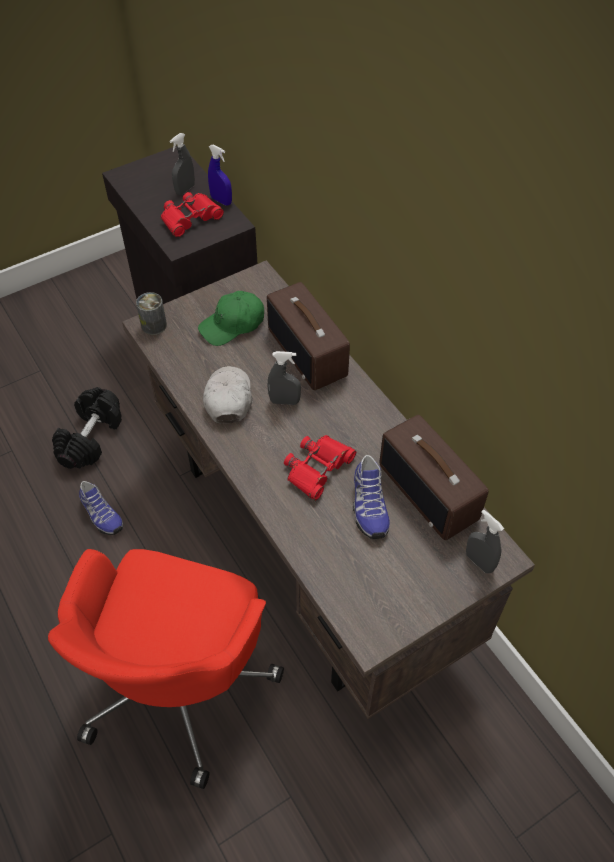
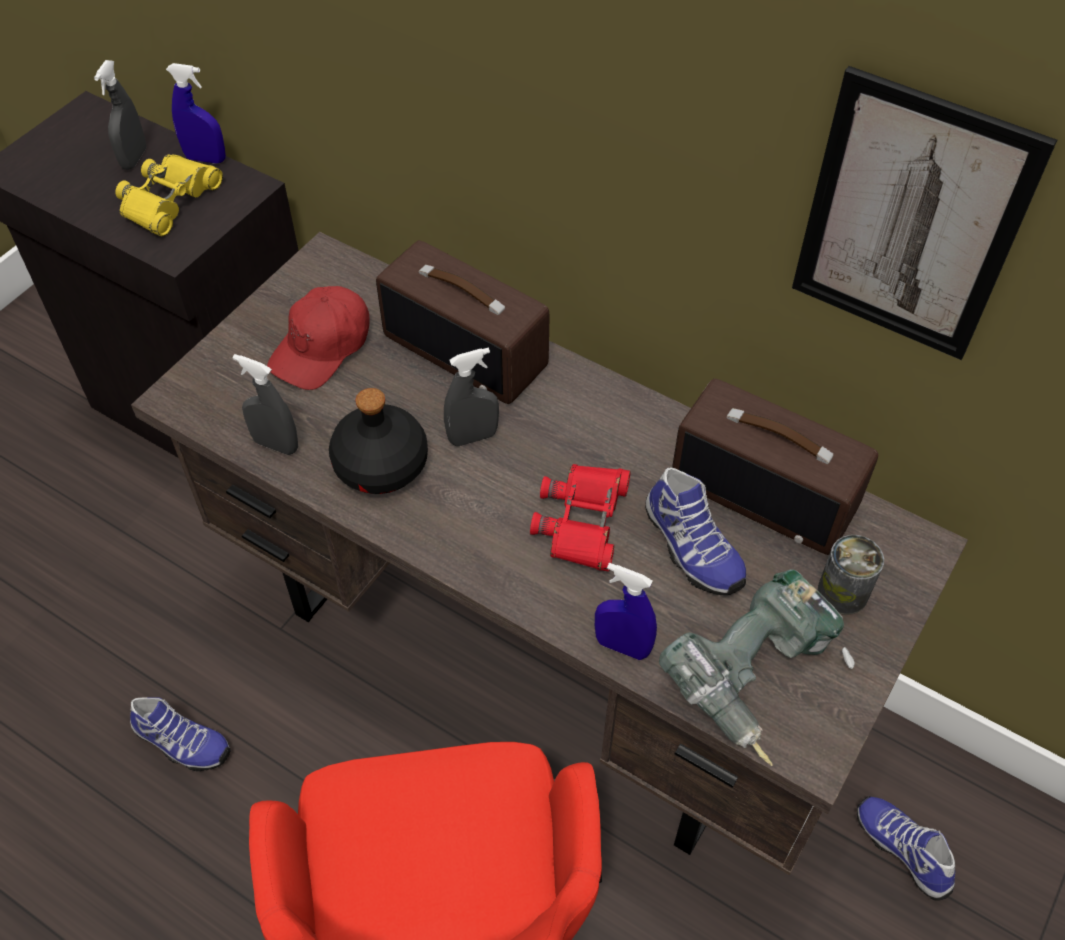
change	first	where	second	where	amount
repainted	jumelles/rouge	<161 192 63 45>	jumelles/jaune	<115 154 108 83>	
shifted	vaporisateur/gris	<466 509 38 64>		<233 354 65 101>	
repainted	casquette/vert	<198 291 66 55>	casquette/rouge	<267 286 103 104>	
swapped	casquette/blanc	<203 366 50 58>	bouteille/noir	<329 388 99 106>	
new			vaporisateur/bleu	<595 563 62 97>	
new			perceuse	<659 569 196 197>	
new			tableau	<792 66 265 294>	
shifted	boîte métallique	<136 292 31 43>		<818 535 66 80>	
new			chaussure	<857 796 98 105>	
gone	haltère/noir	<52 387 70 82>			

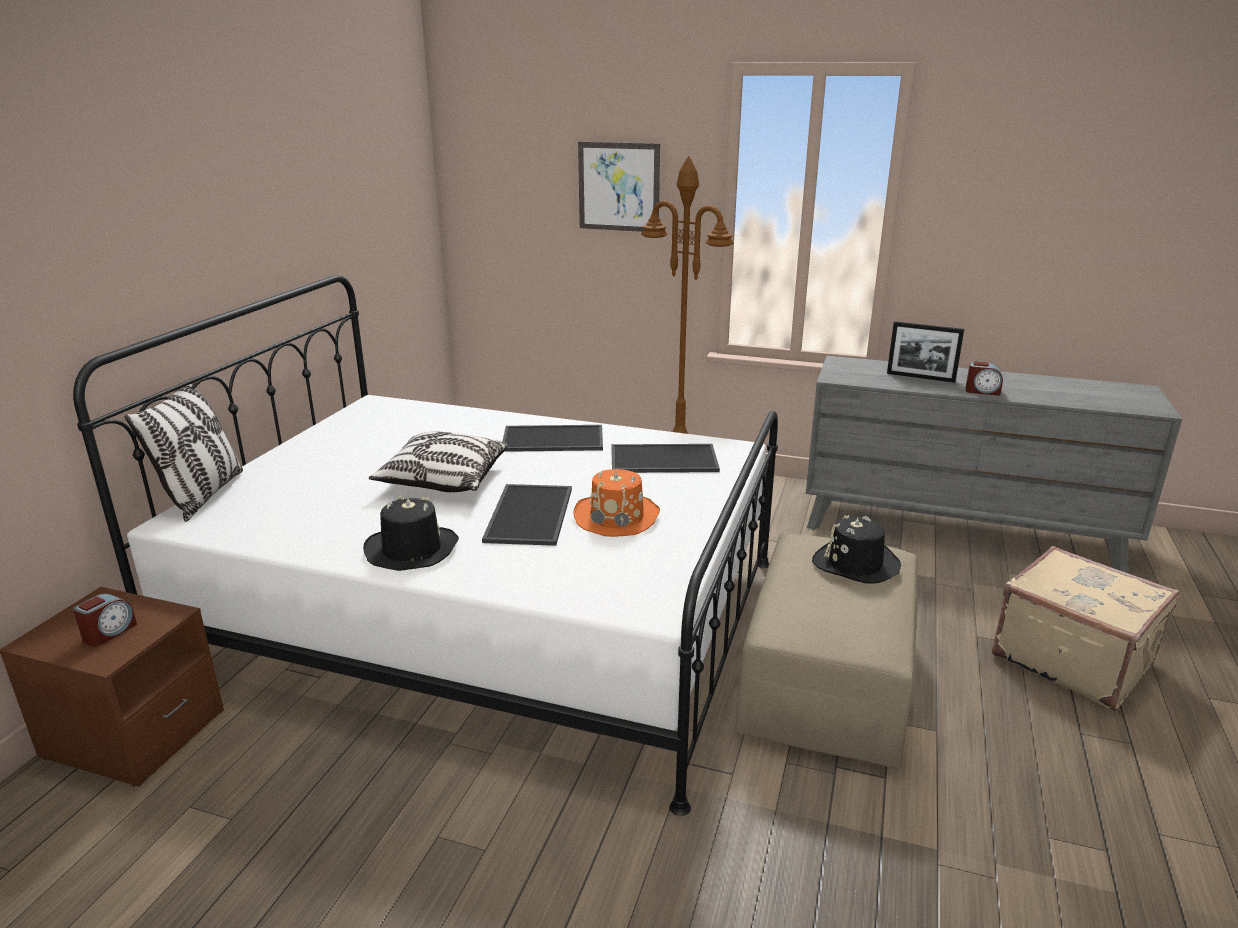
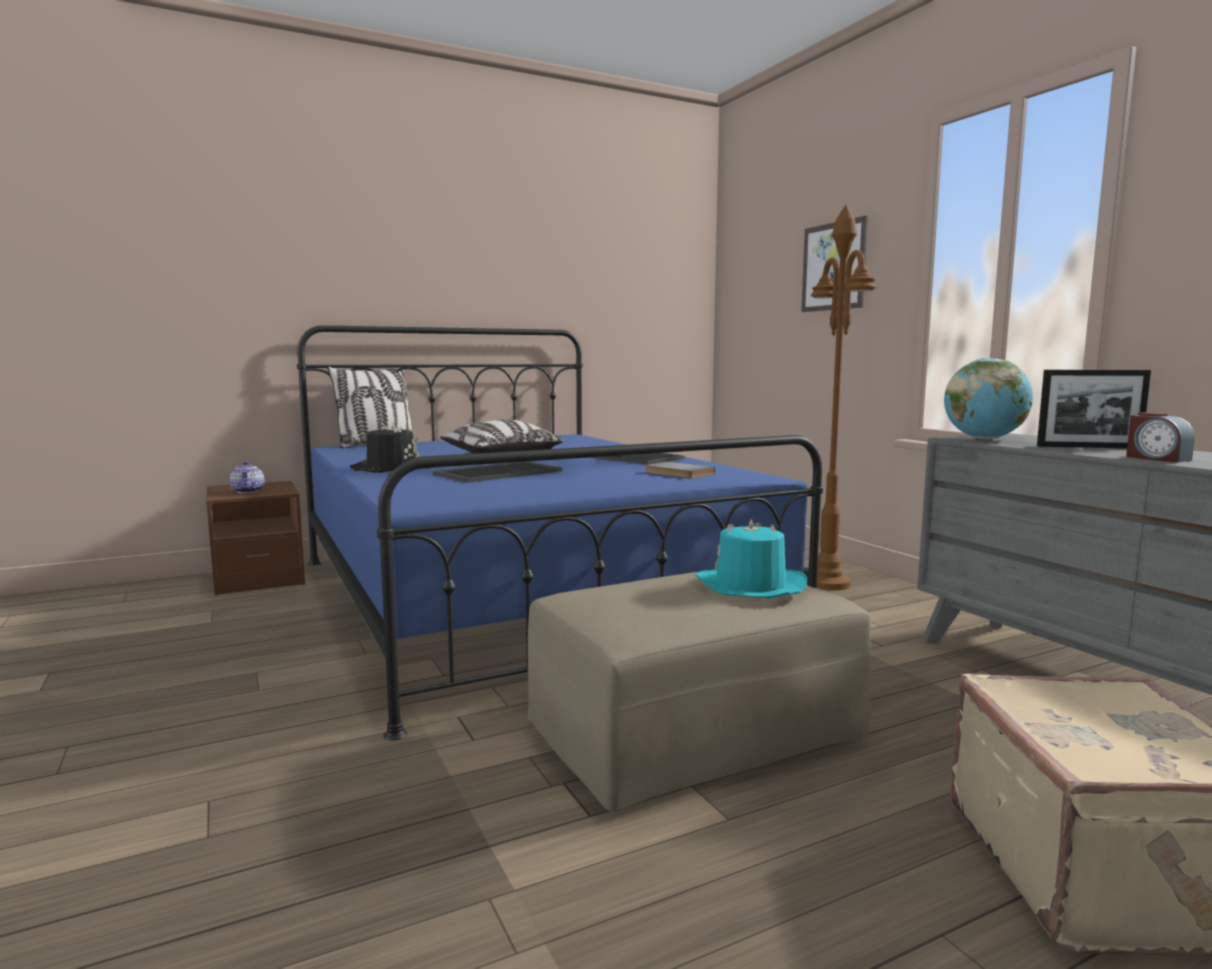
change	first	where	second	where	amount
swapped	réveil	<73 594 64 53>	théière	<230 461 34 32>	
repainted	lit/blanc	<73 275 705 541>	lit/bleu	<297 325 526 416>	
swapped	plateau	<611 444 109 29>	livre/gris	<645 462 70 17>	
repainted	chapeau/noir	<812 515 89 69>	chapeau/turquoise	<695 519 113 79>	
new			globe	<944 358 89 81>	
rotated	cadre photo	<887 321 77 62>		<1037 370 114 78>	60 degrees counterclockwise
gone	chapeau/orange	<573 469 87 68>			

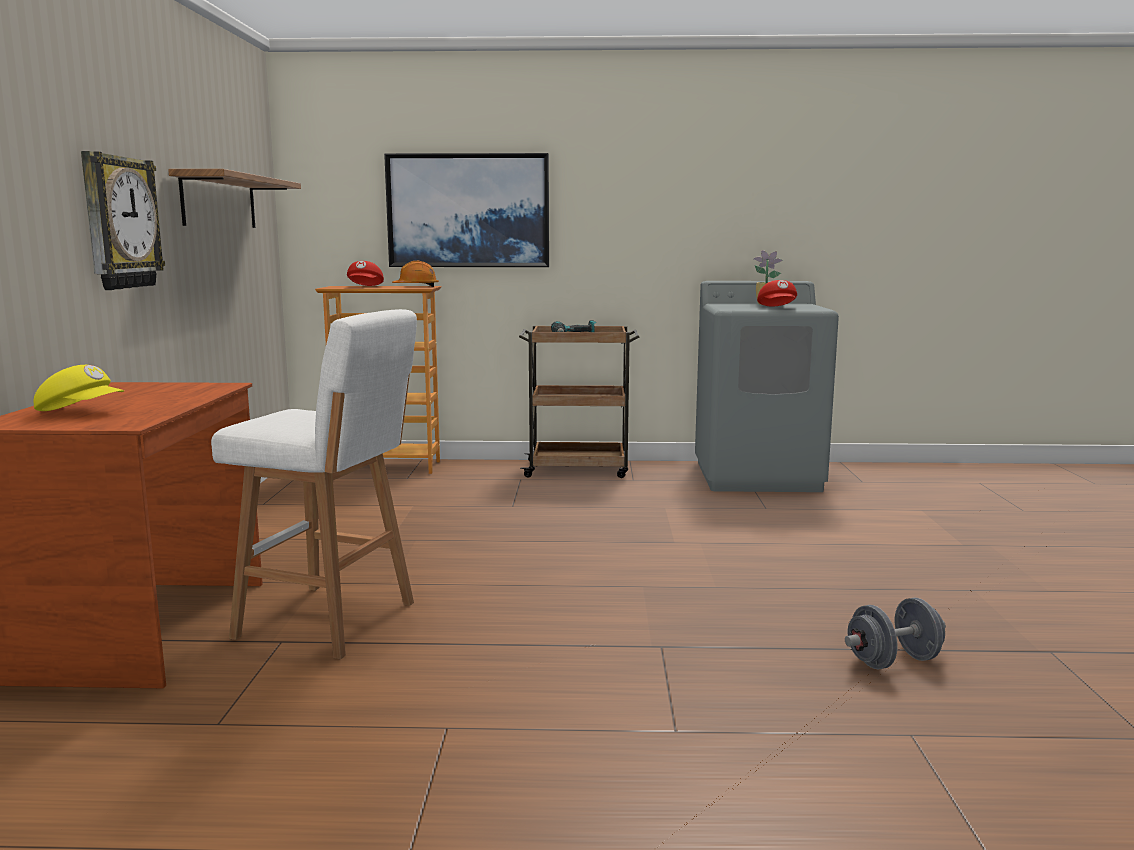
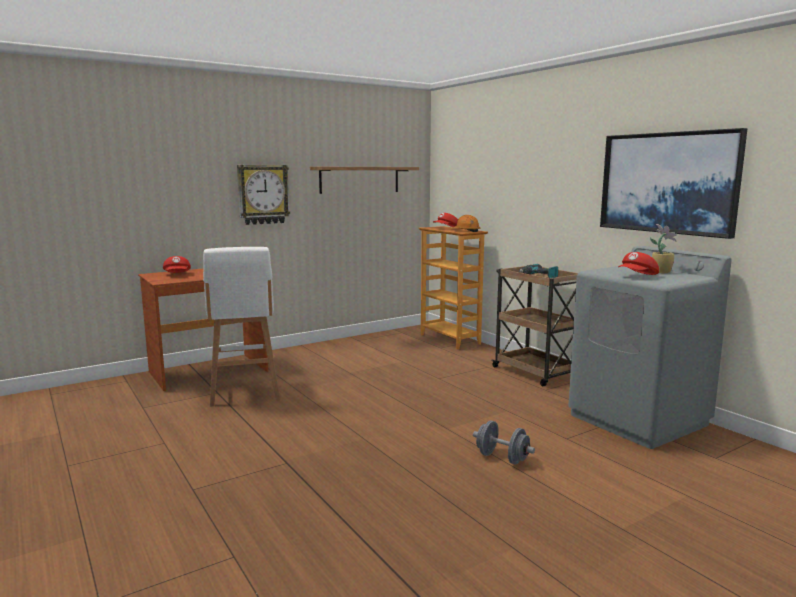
change	first	where	second	where	amount
repainted	casquette/jaune	<34 365 90 46>	casquette/rouge	<163 256 28 17>	
shifted	haltère/gris	<845 597 101 72>		<473 420 62 45>	
shifted	tableau	<384 153 165 114>		<600 128 147 111>	

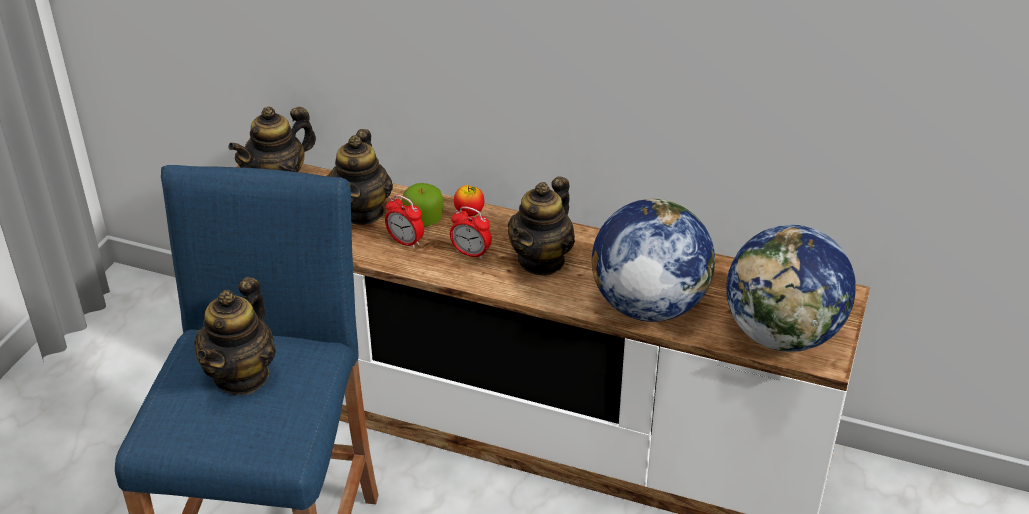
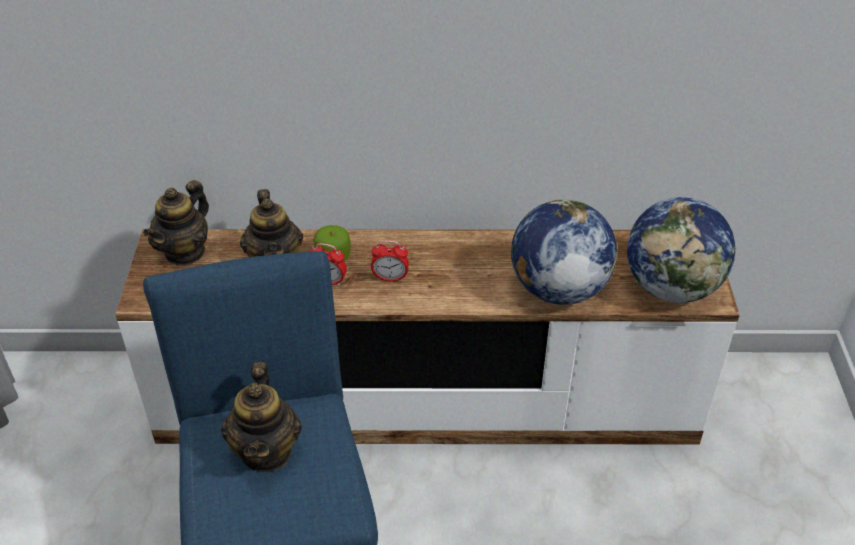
change	first	where	second	where	amount
gone	pomme	<454 185 30 31>			
gone	théière	<508 176 67 100>			

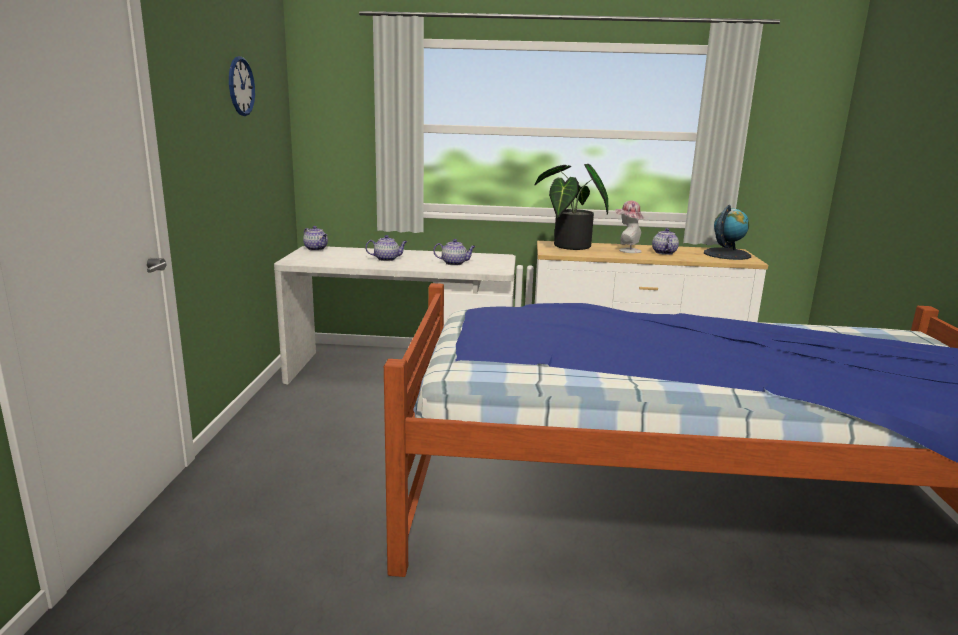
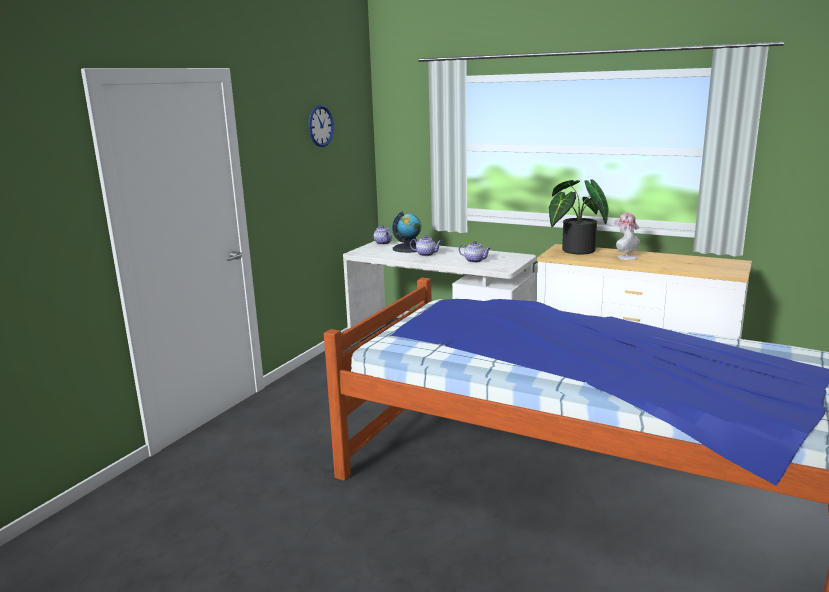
change	first	where	second	where	amount
shifted	globe	<704 205 47 55>		<392 211 29 42>	
gone	théière	<652 228 27 27>			

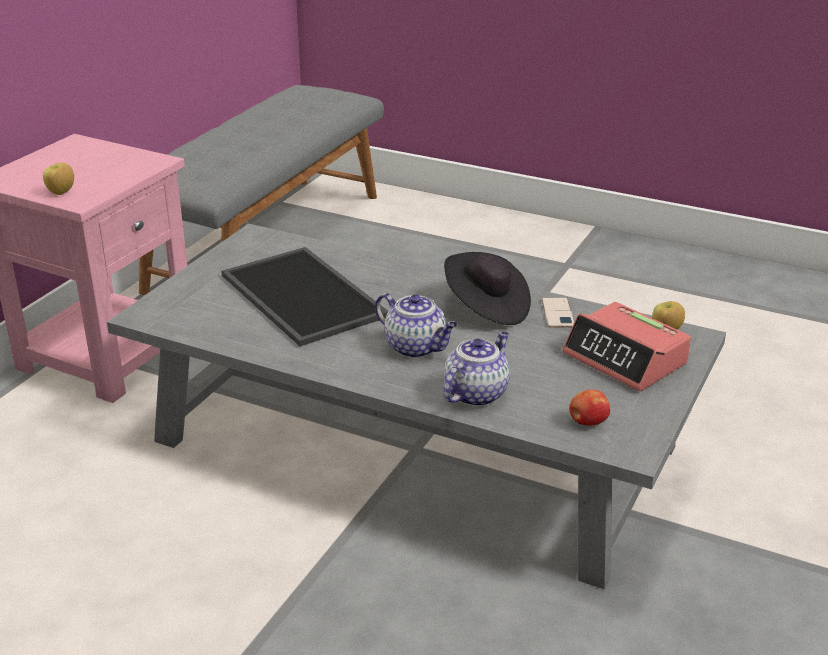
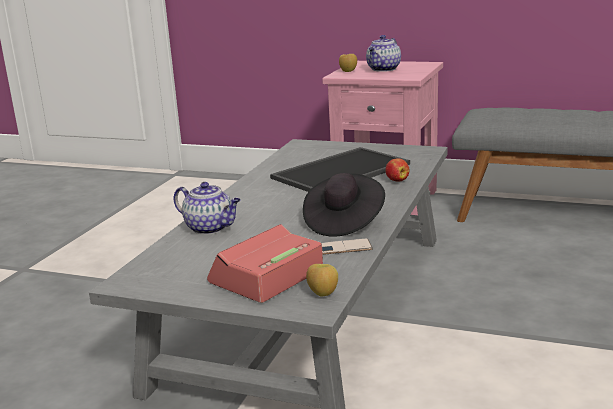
change	first	where	second	where	amount
shifted	théière	<375 293 83 65>		<366 35 35 37>	
shifted	pomme	<569 390 41 36>		<385 158 24 24>	

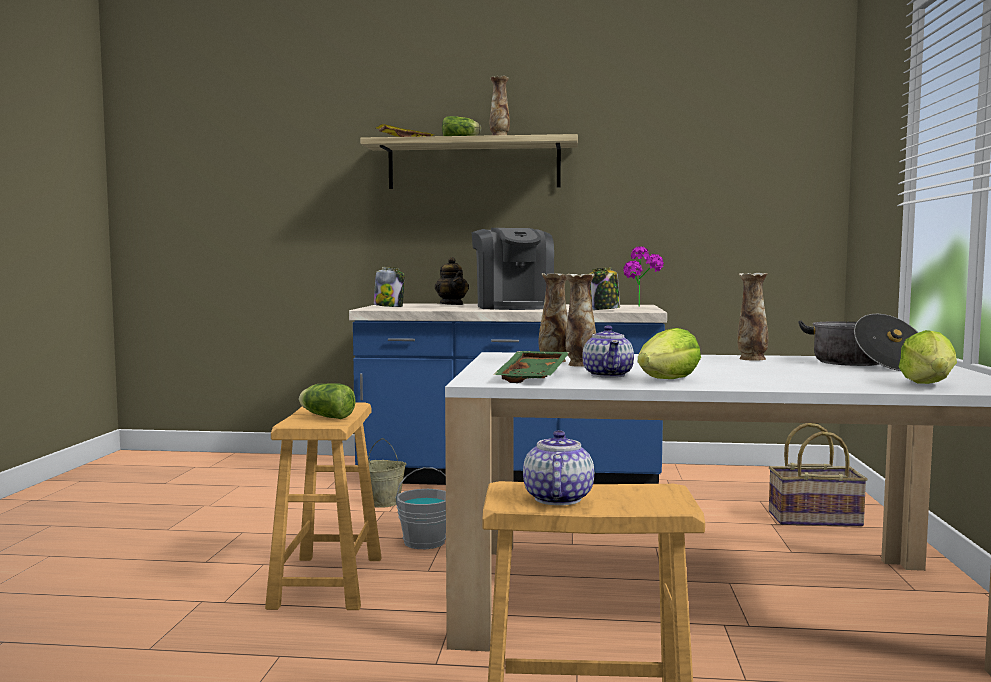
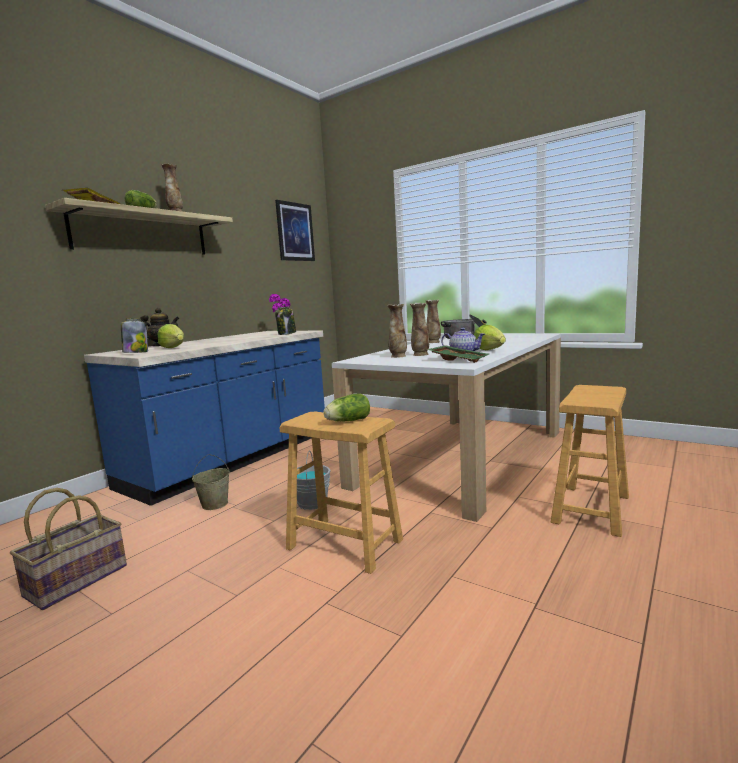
change	first	where	second	where	amount
shifted	panier	<769 423 99 103>		<10 488 117 122>	
shifted	laitue	<898 330 59 54>		<157 324 27 24>	
new			tableau	<275 200 40 61>	
gone	machine à café	<471 228 83 82>			
gone	théière	<523 430 71 75>			

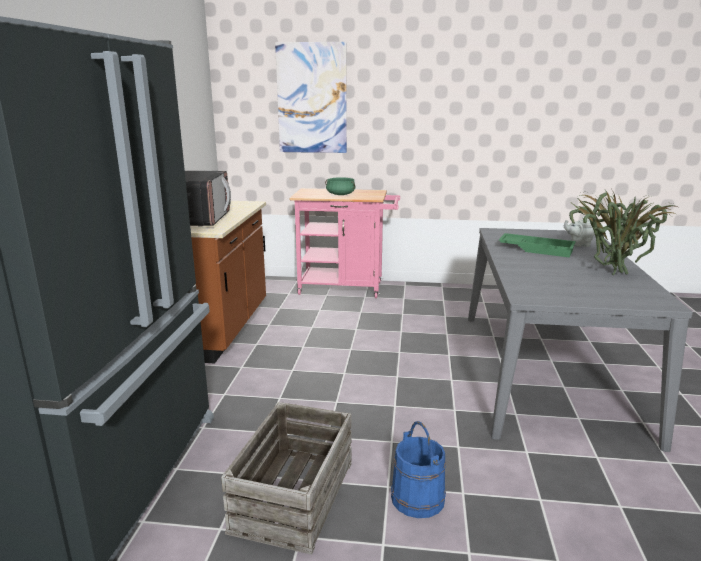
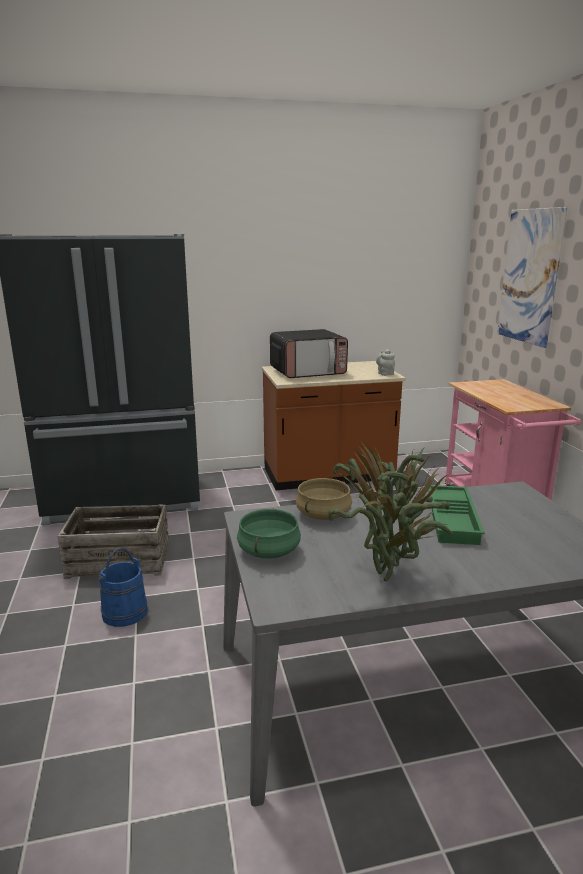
change	first	where	second	where	amount
shifted	marmite/vert	<325 177 31 18>		<237 508 64 50>	
new			marmite/beige	<295 478 57 42>	
shifted	théière/gris	<564 217 31 30>		<376 349 19 27>	

